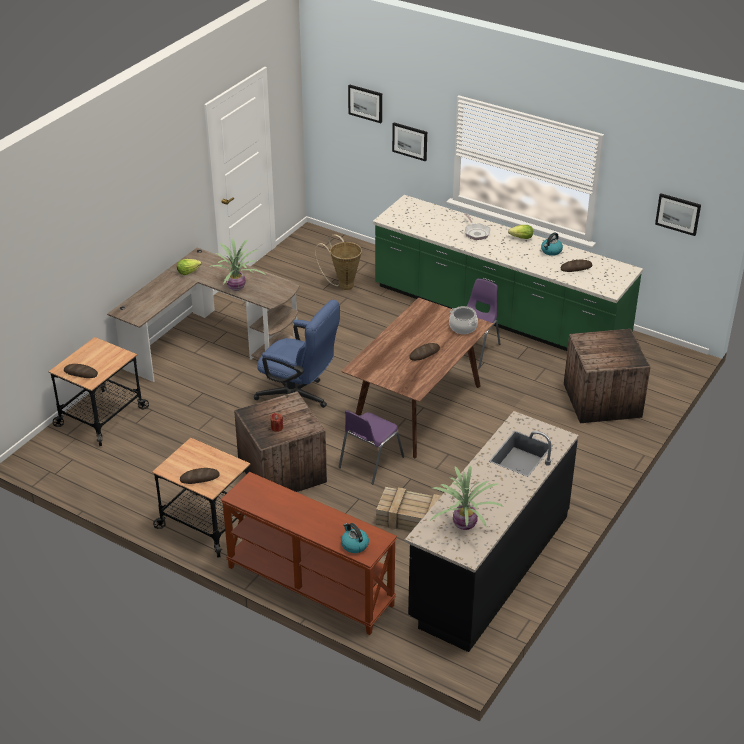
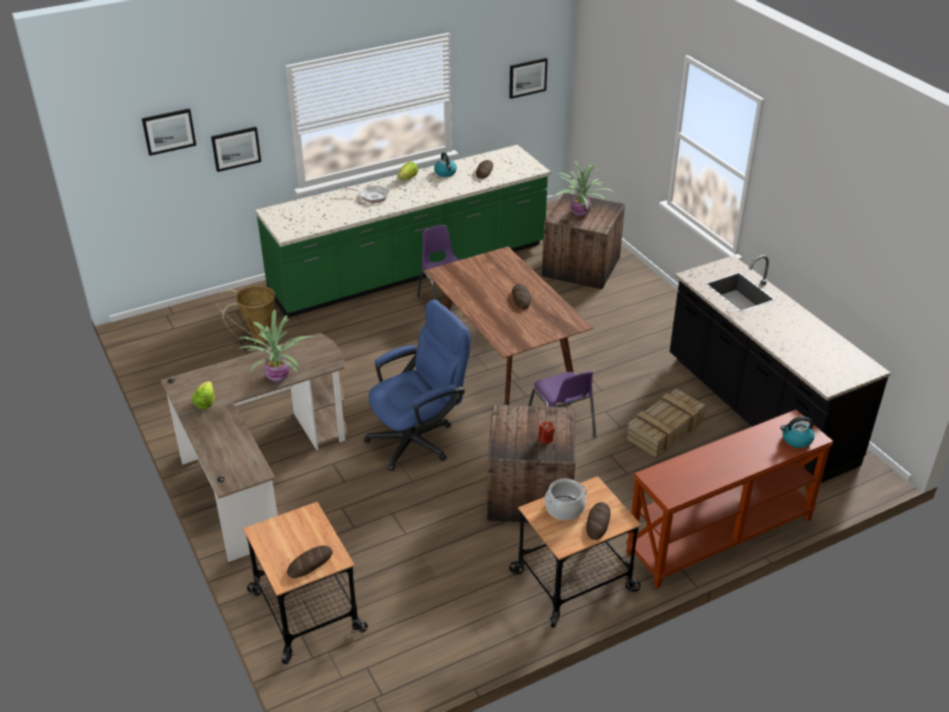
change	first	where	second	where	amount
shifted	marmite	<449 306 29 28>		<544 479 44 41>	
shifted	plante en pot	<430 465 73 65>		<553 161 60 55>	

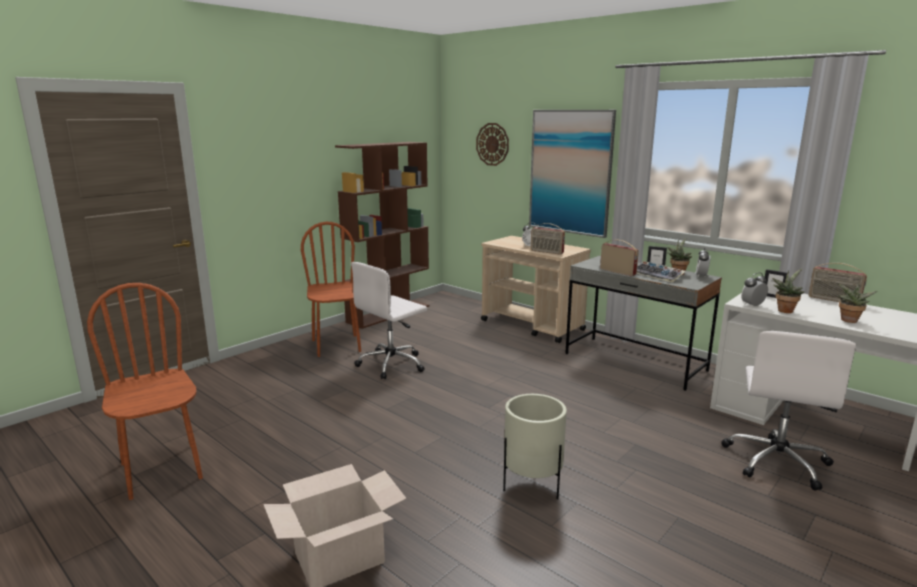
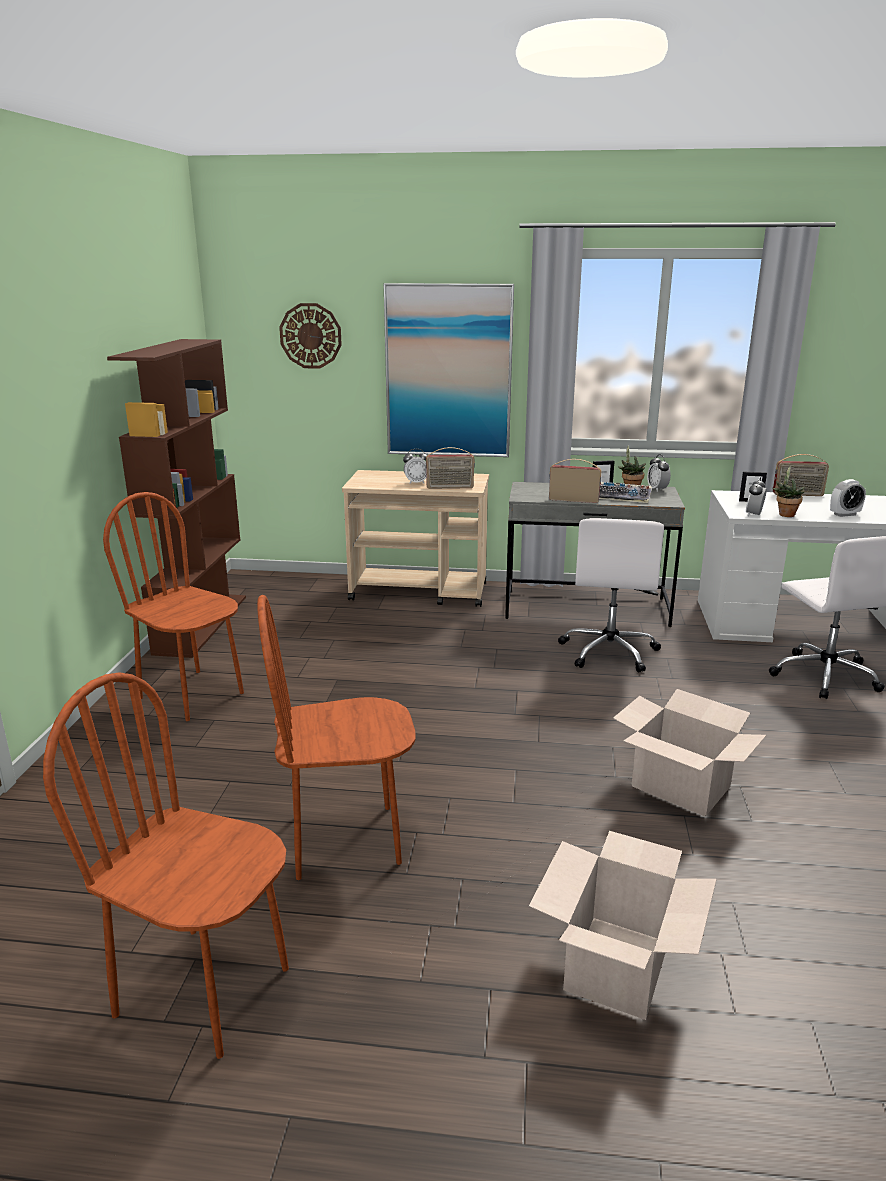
change	first	where	second	where	amount
new			chaise/marron	<257 595 159 285>	
shifted	chaise de bureau/blanc	<351 262 76 117>		<558 518 106 154>	
swapped	cache-pot/beige	<503 394 64 106>	carton	<613 689 154 127>	
swapped	plante en pot	<838 282 39 41>	réveil	<830 479 36 38>	

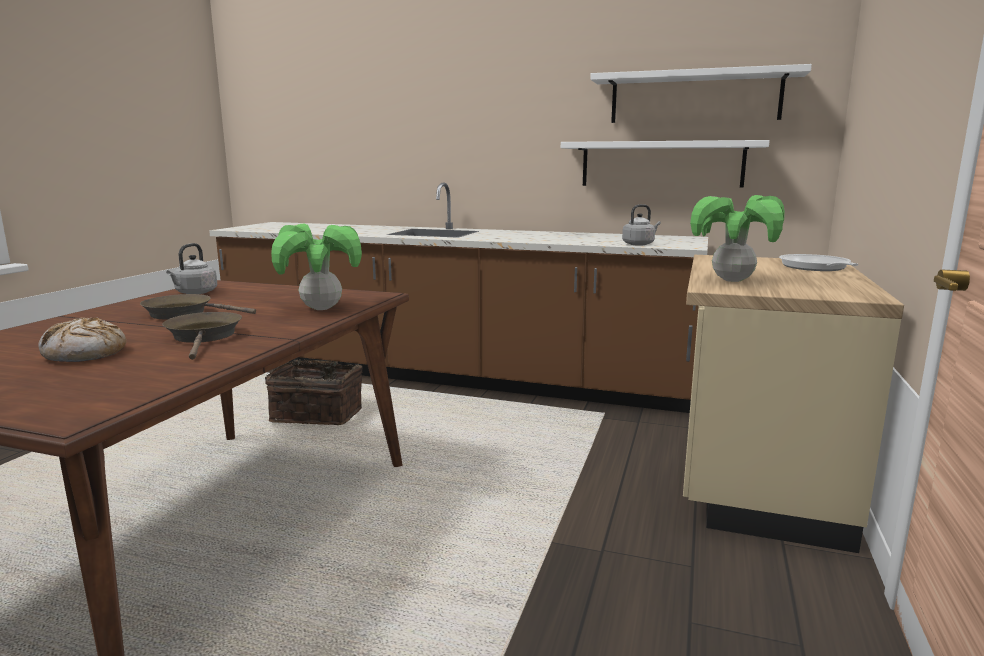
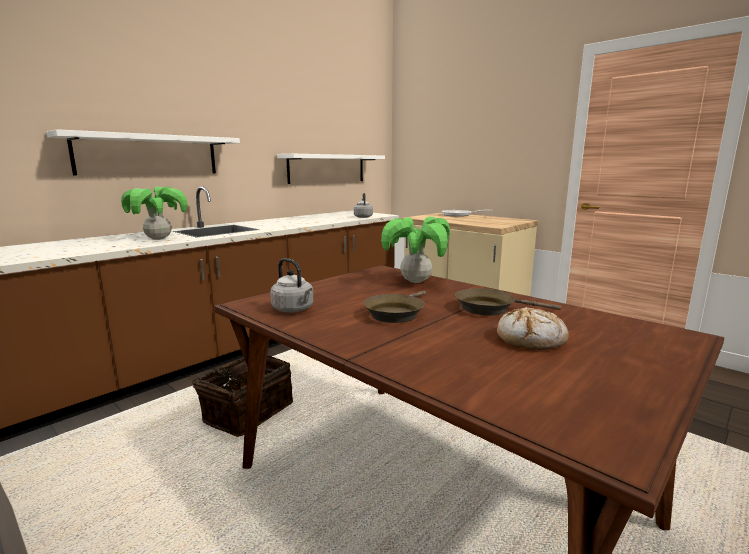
change	first	where	second	where	amount
shifted	étagère/blanc	<590 64 222 59>		<47 129 193 47>	
shifted	plante en pot	<690 195 95 87>		<121 186 66 54>	

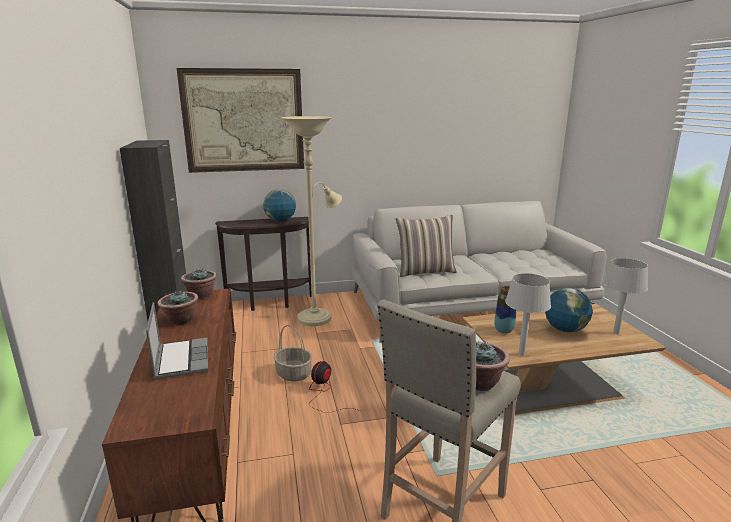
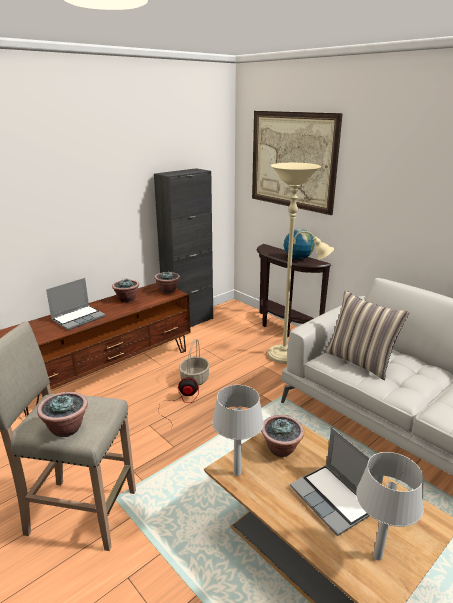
change	first	where	second	where	amount
swapped	vase	<494 286 22 48>	plante en pot	<261 415 43 42>	
swapped	globe	<545 288 48 44>	ordinateur portable	<290 427 93 109>	

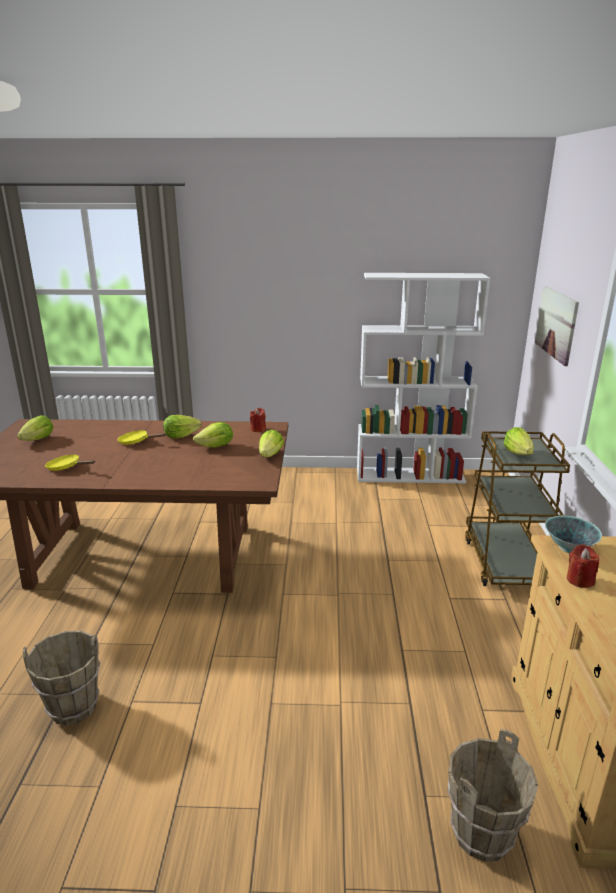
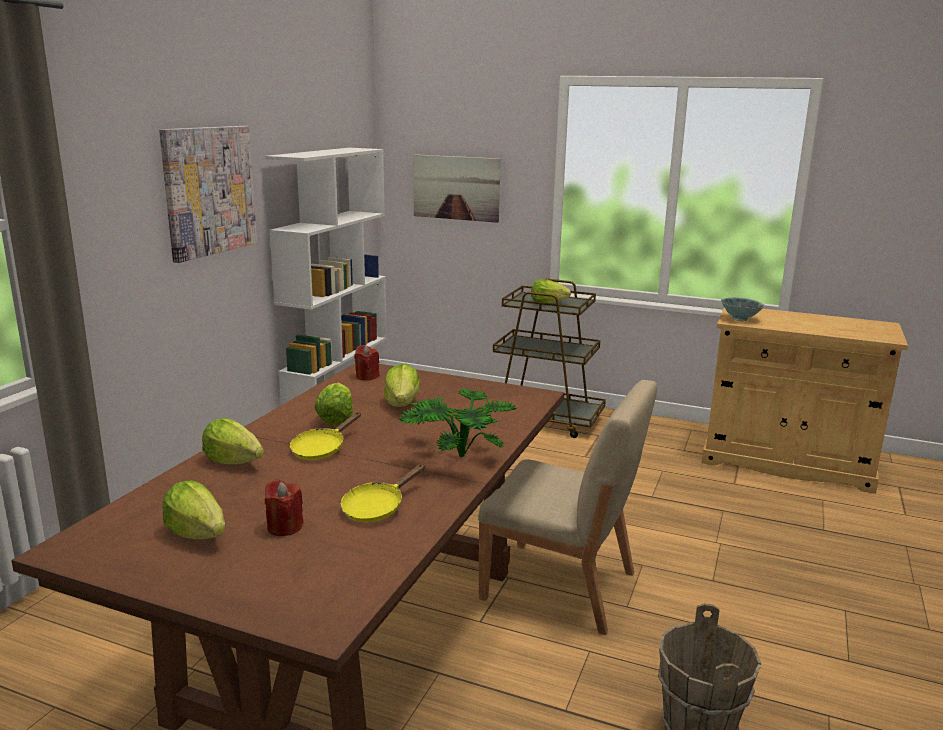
change	first	where	second	where	amount
new			tableau	<159 126 98 137>	
shifted	laitue	<259 429 25 28>		<202 418 62 47>	
shifted	bougie/rouge	<567 544 33 44>		<265 479 39 57>	
new			plante en pot	<398 388 119 69>	
new			chaise/beige	<478 380 179 255>	
gone	seau/marron	<447 729 91 133>			

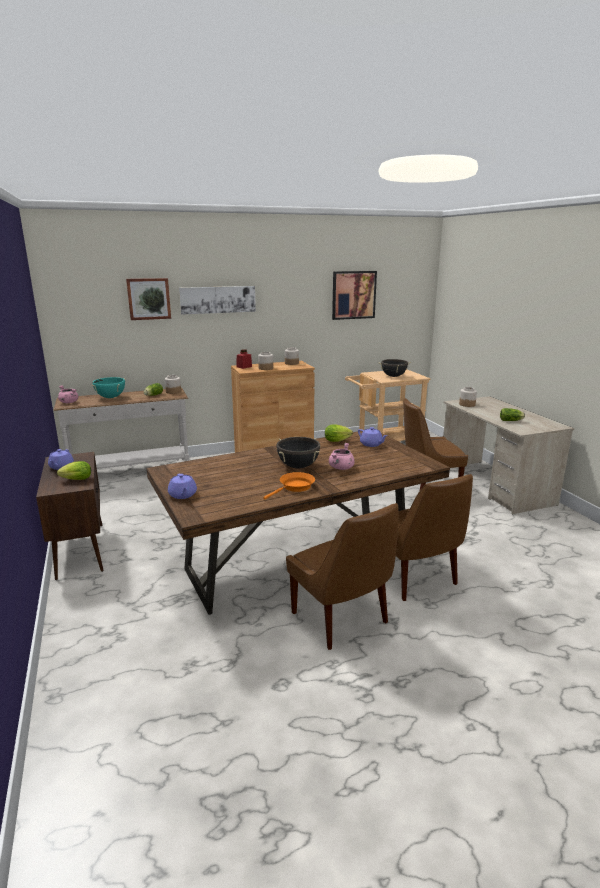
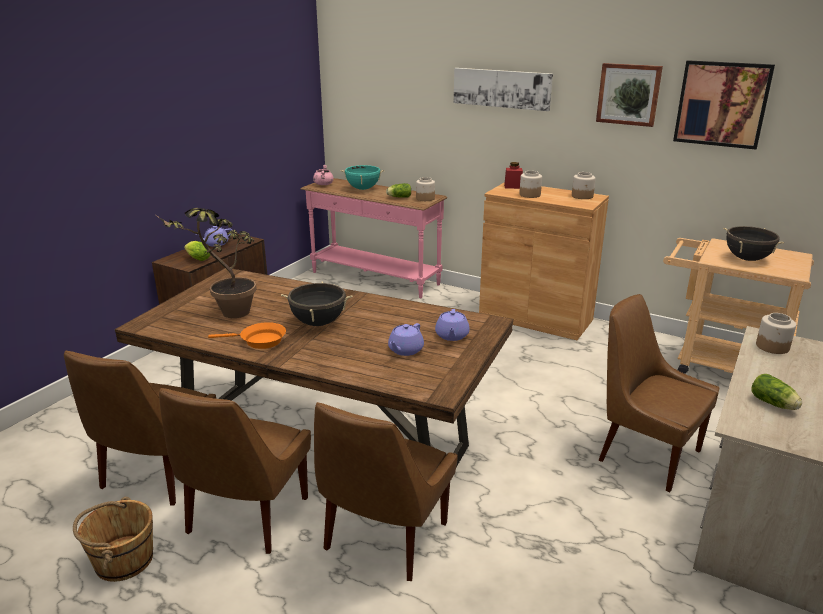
change	first	where	second	where	amount
new			chaise/marron	<64 351 152 155>	
new			seau/marron	<73 497 80 85>	
new			plante en pot	<156 208 101 110>	
repainted	table console/blanc	<53 388 137 81>	table console/rose	<300 178 147 120>	
shifted	théière/violet	<168 474 29 25>		<388 323 36 33>	
shifted	tableau	<126 278 45 42>		<596 63 67 64>	
gone	laitue	<325 424 28 18>			
gone	marmite/rose	<329 443 26 27>			

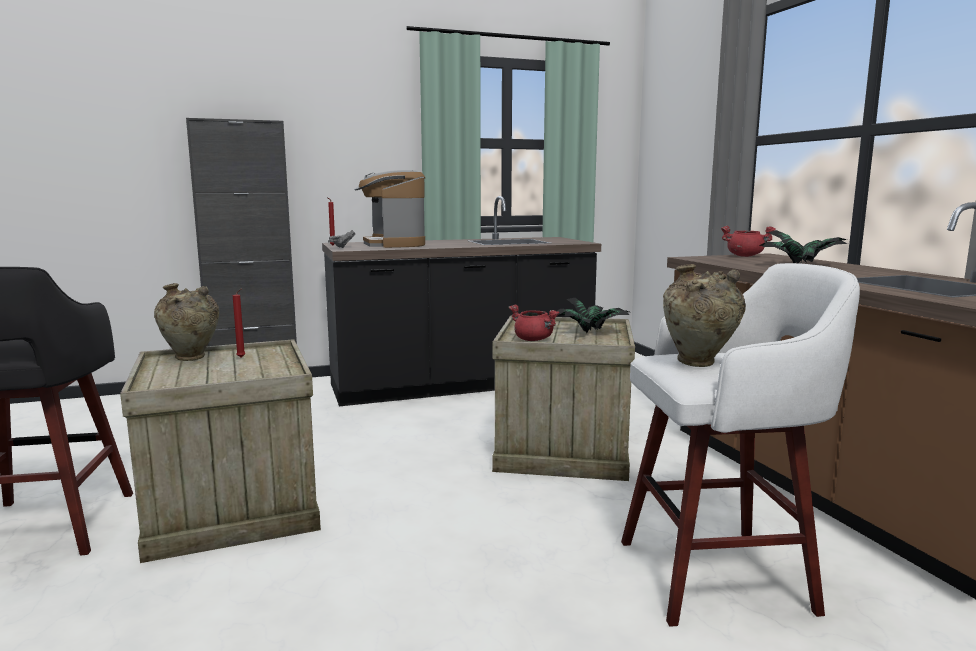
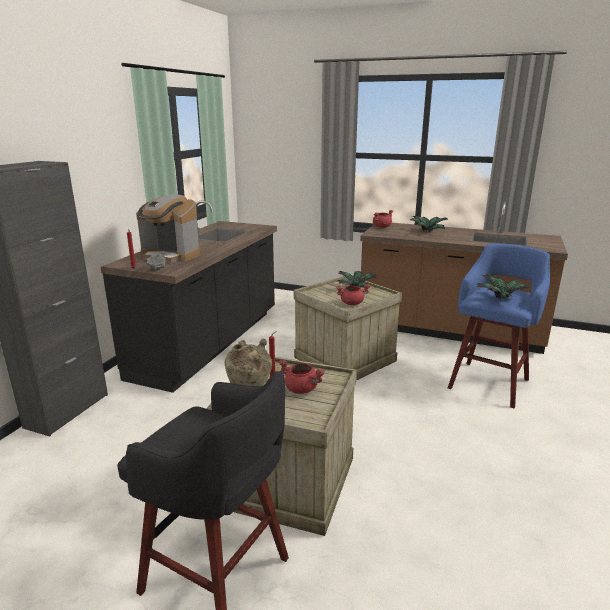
change	first	where	second	where	amount
new			marmite/rouge	<278 360 47 34>	
repainted	tabouret/blanc	<621 263 239 364>	tabouret/bleu	<448 244 102 164>	
swapped	vase/beige	<663 264 83 103>	plante en pot	<477 274 55 26>	

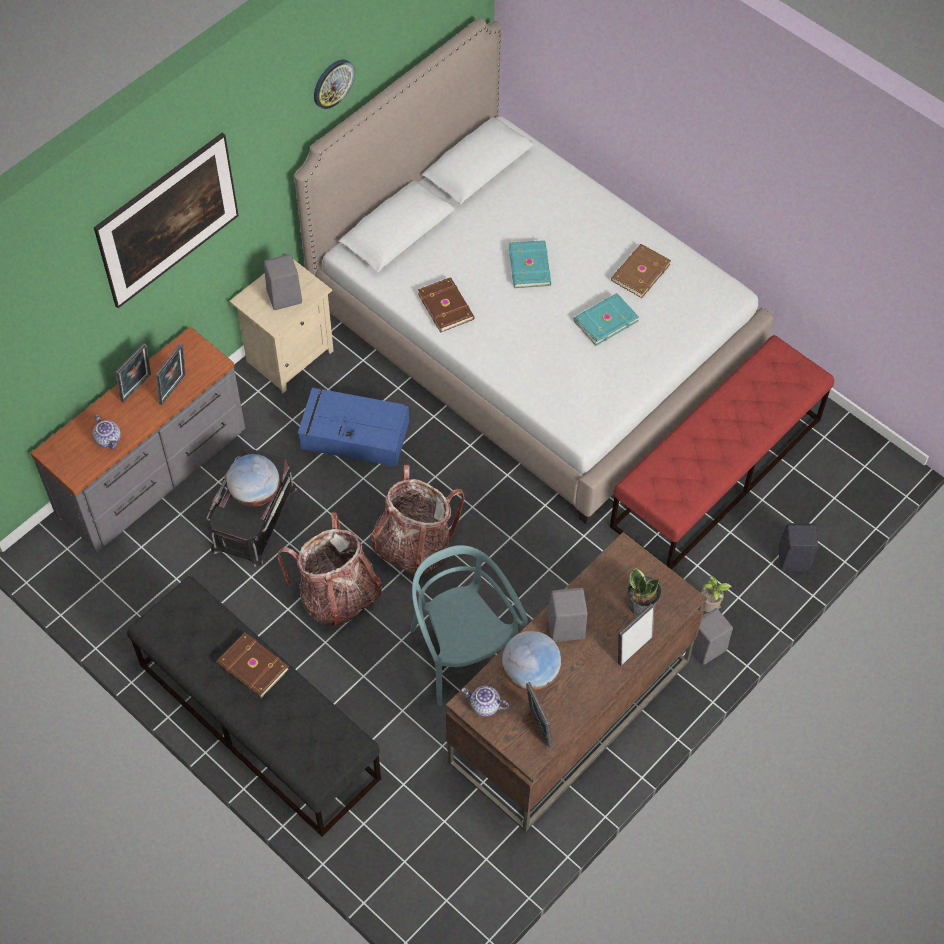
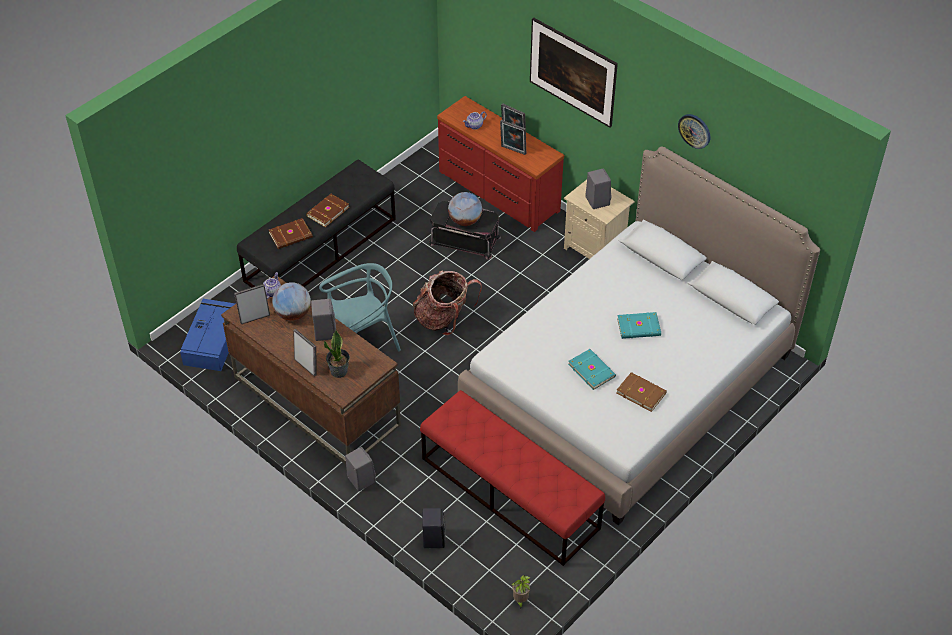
change	first	where	second	where	amount
shifted	boîte de rangement/bleu	<298 387 111 80>		<180 299 56 72>	
shifted	livre/marron	<418 277 57 56>		<269 218 44 31>	
repainted	commode/gris	<30 327 215 226>	commode/rouge	<437 96 127 136>	
shifted	plante en pot	<701 576 31 36>		<512 575 18 34>	
gone	sac à dos	<278 512 104 115>			

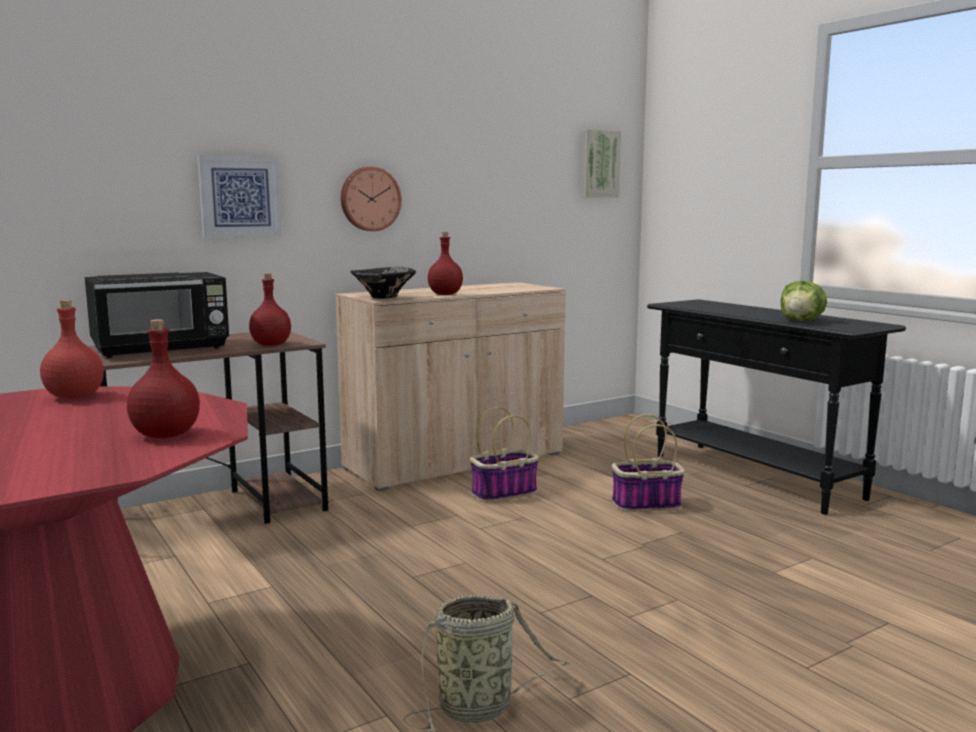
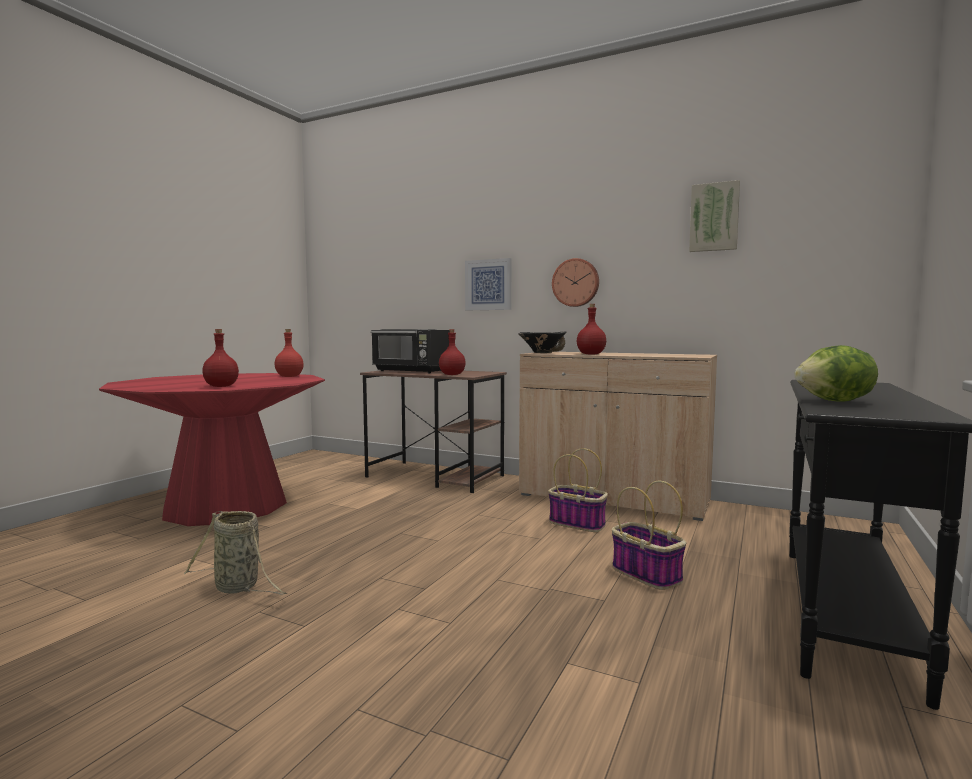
change	first	where	second	where	amount
shifted	tableau	<582 129 39 69>		<689 180 51 72>	

